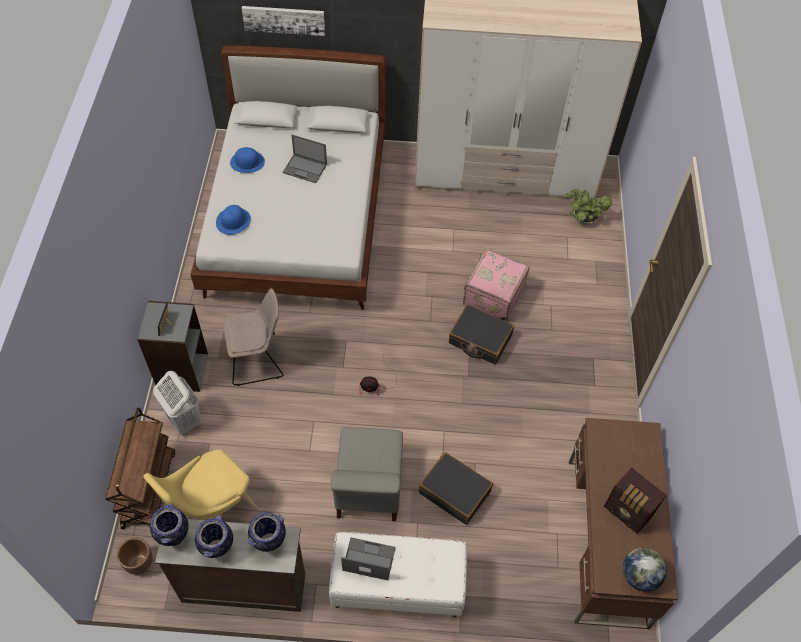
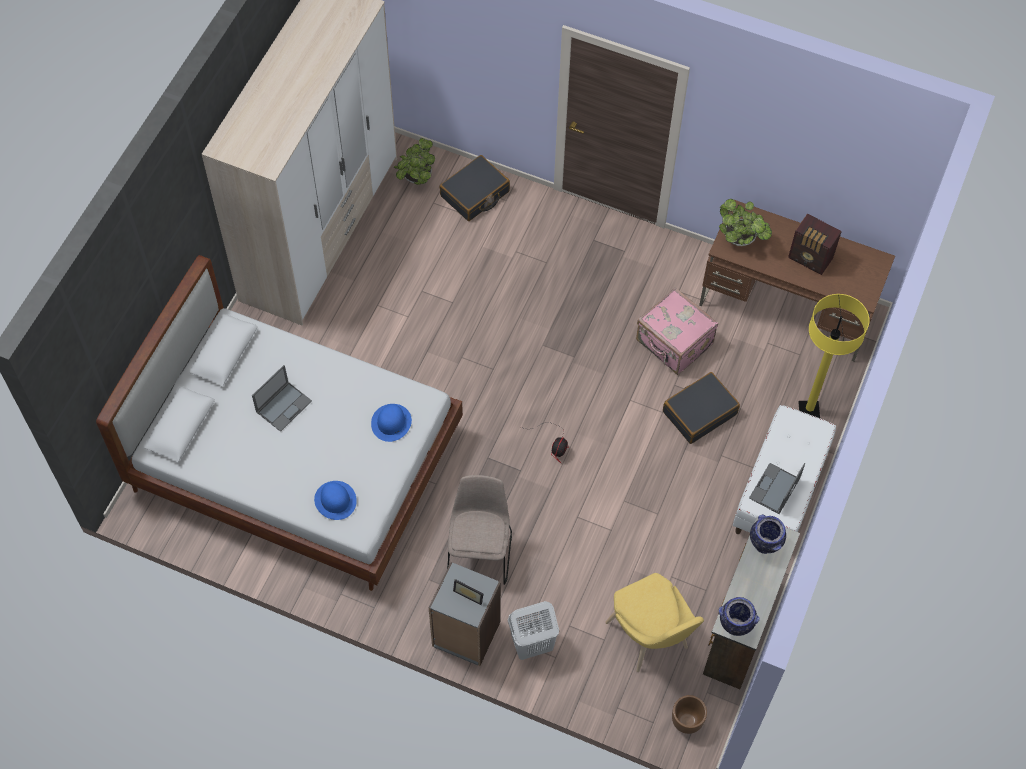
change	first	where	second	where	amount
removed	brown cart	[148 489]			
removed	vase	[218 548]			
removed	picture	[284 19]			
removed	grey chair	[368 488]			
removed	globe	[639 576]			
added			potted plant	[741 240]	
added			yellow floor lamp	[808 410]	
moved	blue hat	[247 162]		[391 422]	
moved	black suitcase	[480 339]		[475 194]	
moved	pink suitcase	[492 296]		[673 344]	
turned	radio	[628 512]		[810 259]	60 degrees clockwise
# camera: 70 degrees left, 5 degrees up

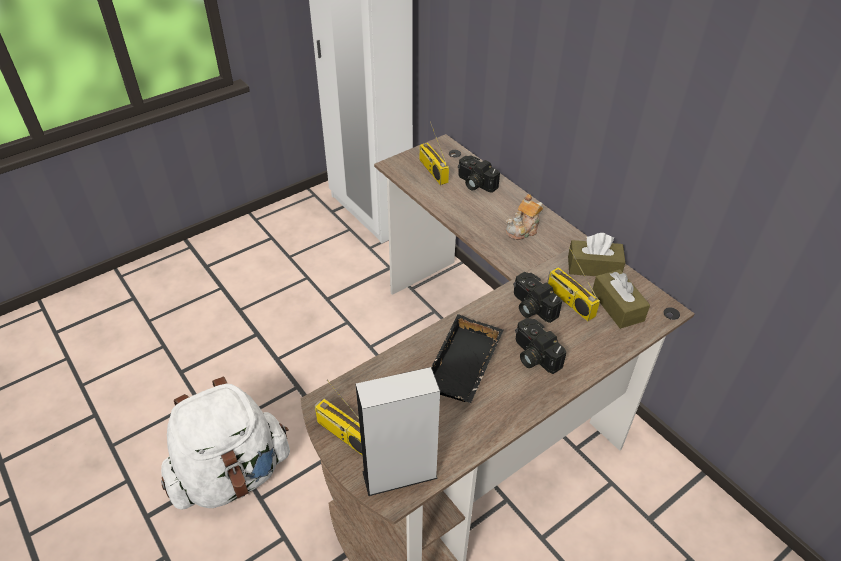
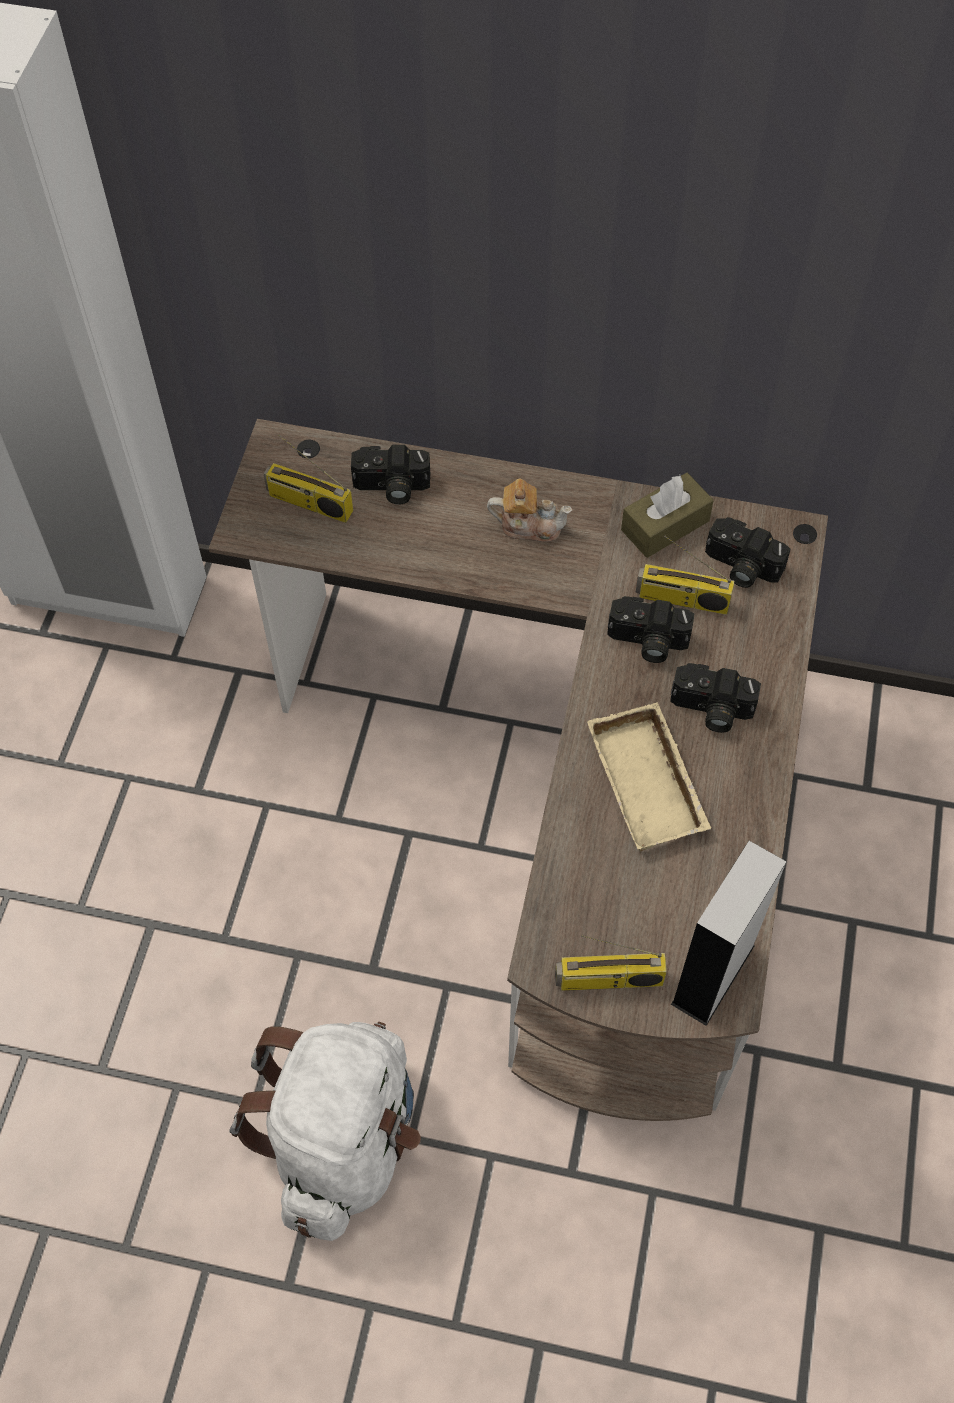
change	first	where	second	where	amount
replaced	brown tissue box	[617 306]	photo camera	[740 567]	
recoloured	black tray	[465 366]	beige tray	[651 784]	
turned	teapot	[523 230]		[529 525]	90 degrees counterclockwise
# camera: 40 degrees left, 15 degrees up

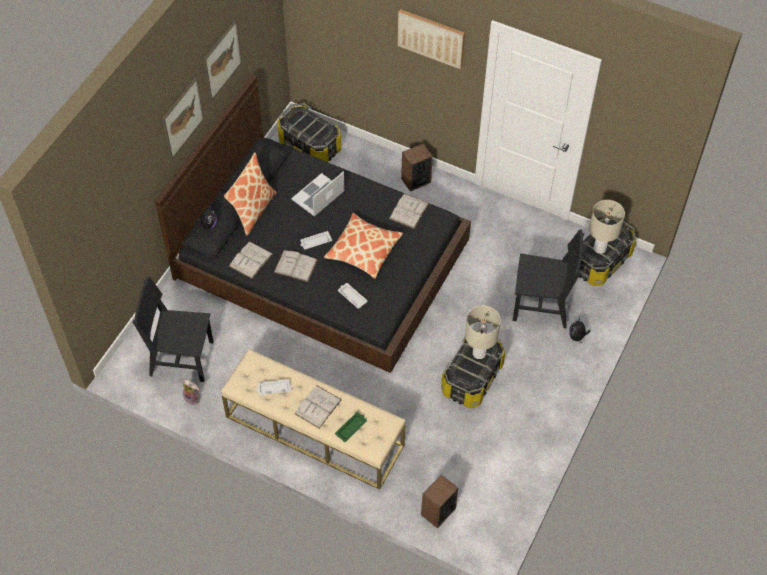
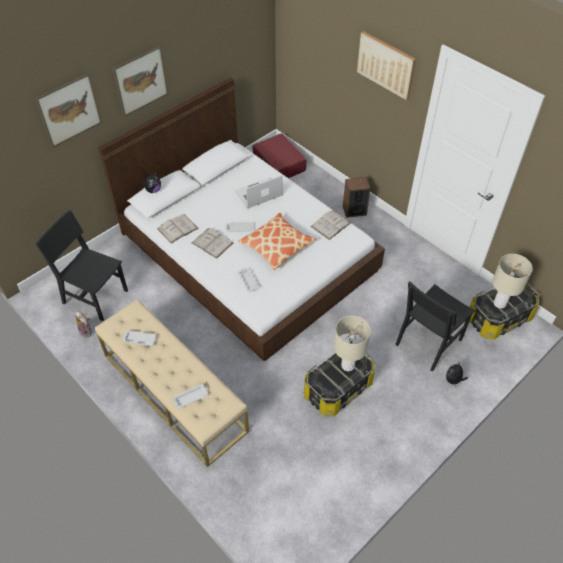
change	first	where	second	where	amount
removed	pillow	[253 210]			
removed	white book	[318 406]			
removed	speaker	[438 511]			
moved	picture	[222 60]		[69 110]	
replaced	storage box	[310 145]	red suitcase	[279 164]	
recoloured	black bed	[321 260]	white bed	[248 251]	
recoloured	green tray	[351 427]	white tray	[191 397]	
turned	black chair	[541 305]		[428 342]	105 degrees clockwise
# camera: 20 degrees right, 5 degrees down

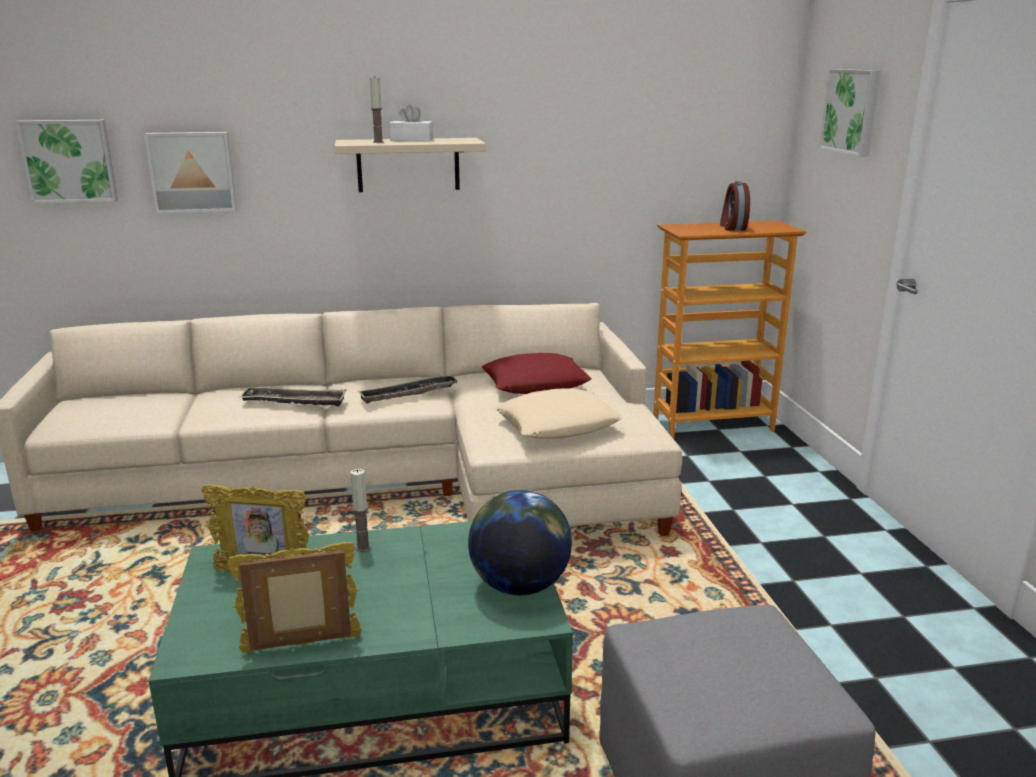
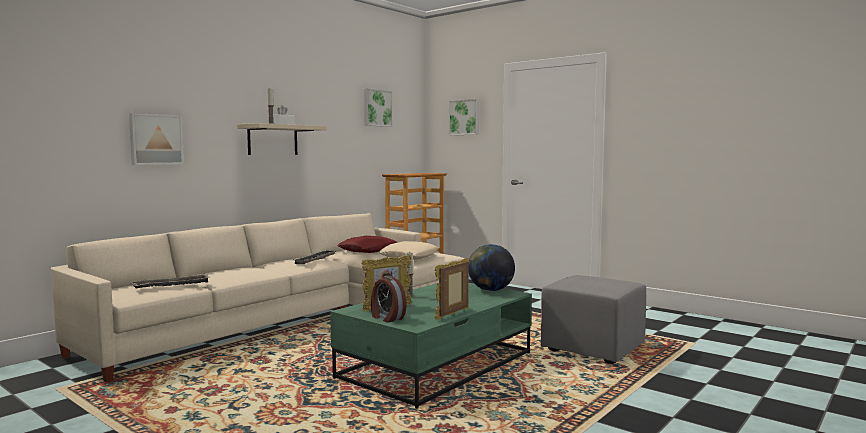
change	first	where	second	where	amount
moved	picture	[69 161]		[377 108]	
moved	tray	[294 401]		[171 285]	
moved	alarm clock	[732 227]		[387 318]	
# camera: 40 degrees left, 15 degrees down

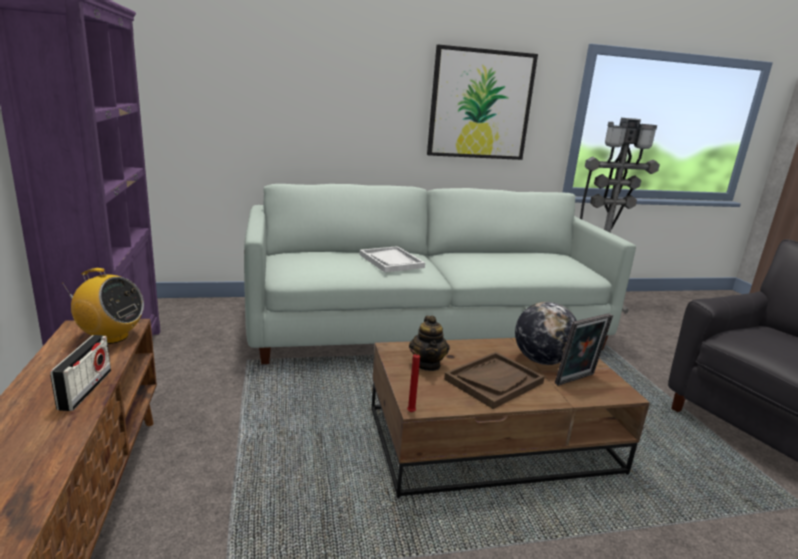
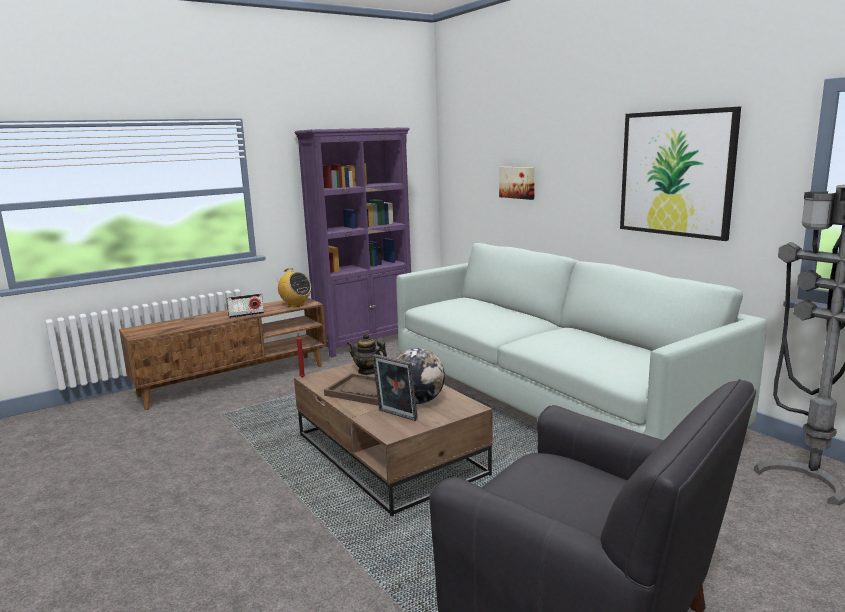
change	first	where	second	where	amount
removed	white tray	[391 261]			
added			picture	[518 182]	
turned	radio	[111 337]		[295 305]	45 degrees counterclockwise
turned	teapot	[427 364]		[368 371]	45 degrees clockwise
# camera: 70 degrees right, 5 degrees down

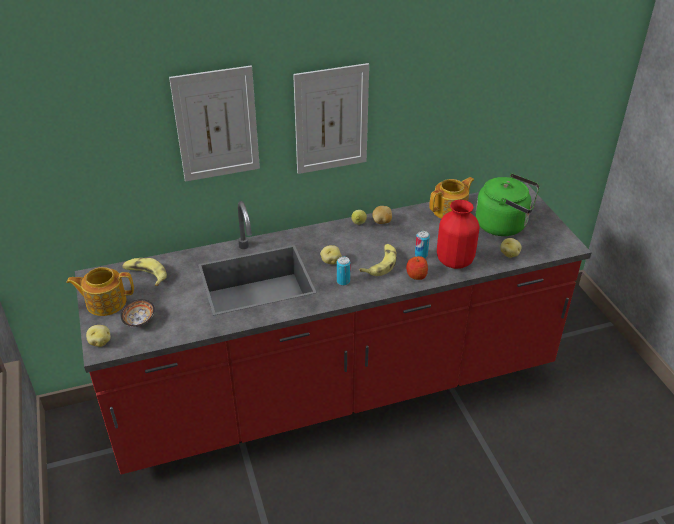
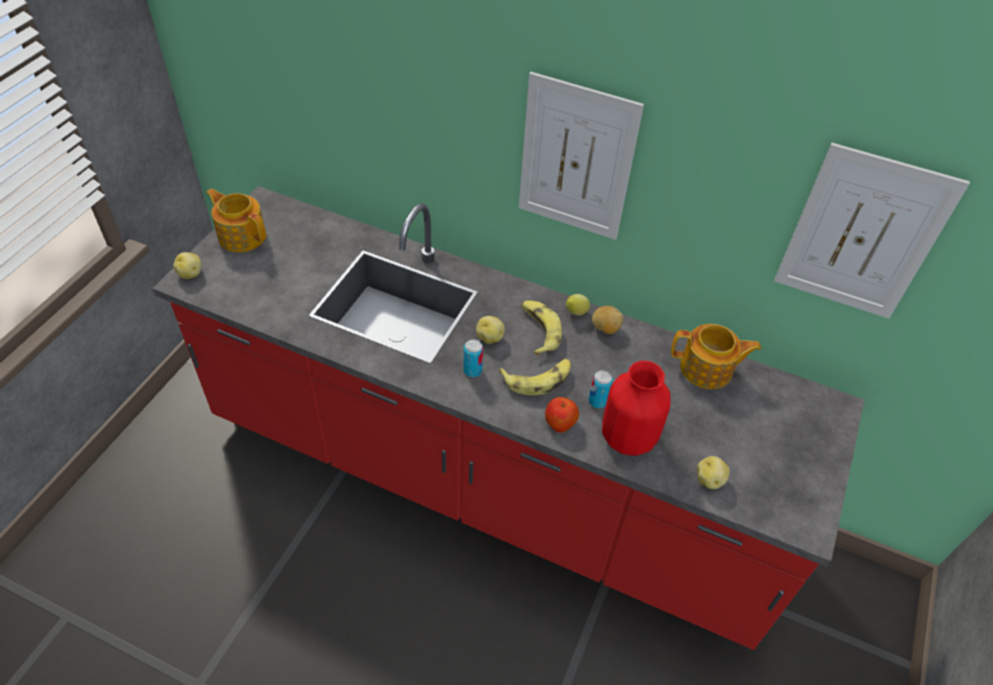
change	first	where	second	where	amount
removed	bowl	[139 320]			
removed	green kettle	[504 225]			
moved	banana	[145 275]		[539 330]	
moved	picture	[216 124]		[862 234]	
# camera: 40 degrees right, 10 degrees up

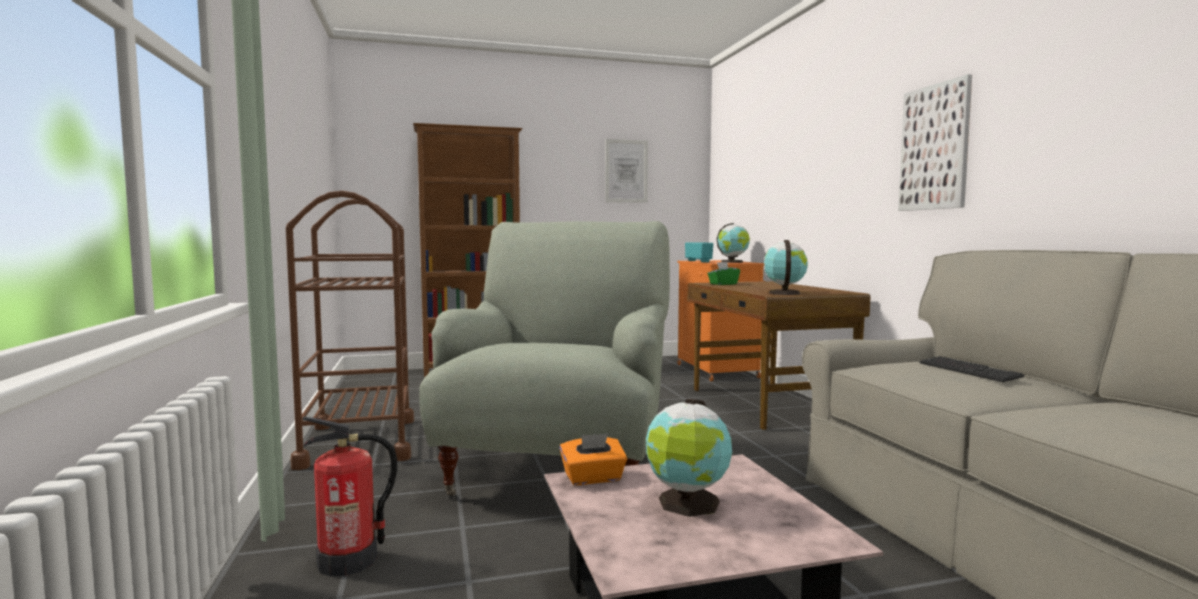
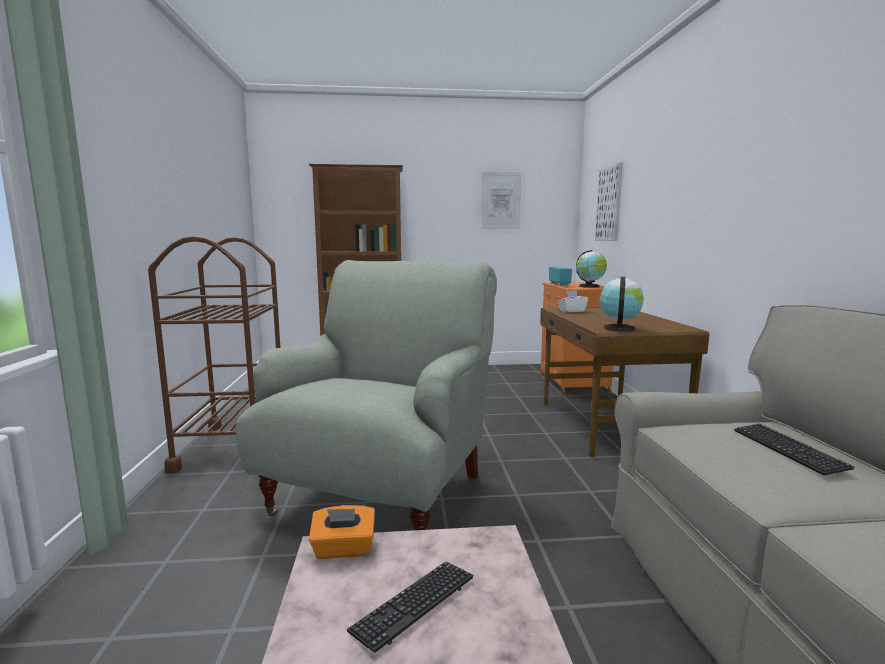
change	first	where	second	where	amount
removed	fire extinguisher	[349 561]			
moved	picture	[934 147]		[609 204]	
replaced	globe	[687 504]	keyboard	[414 605]	
recoloured	green tissue box	[723 284]	white tissue box	[571 311]	
# camera: 10 degrees right, 5 degrees up

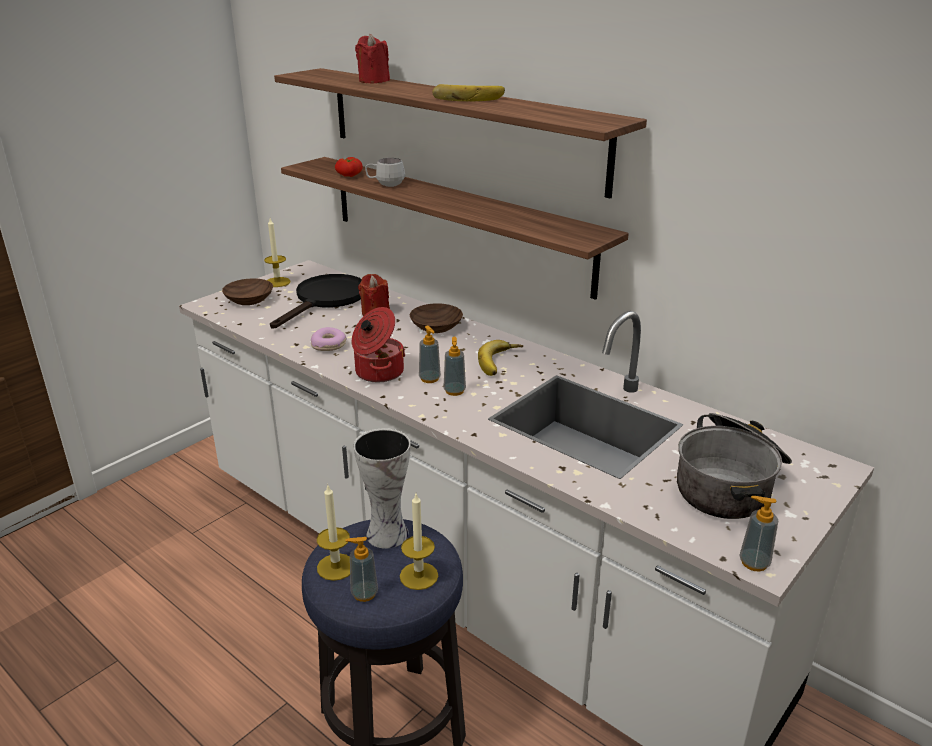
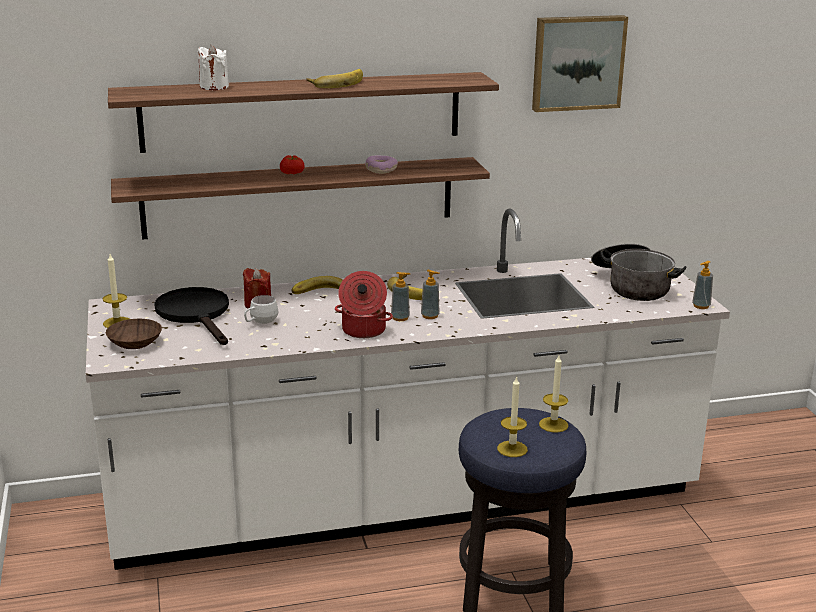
change	first	where	second	where	amount
removed	soap dispenser	[364 593]			
removed	vase	[386 533]			
added			picture	[577 62]	
moved	donut	[329 345]		[381 170]	
moved	tomato	[349 176]		[292 173]	
moved	white mug	[385 184]		[260 323]	
replaced	brown bowl	[435 327]	banana	[321 293]	
recoloured	red candle	[373 81]	white candle	[214 87]	
# camera: 55 degrees left, 5 degrees down

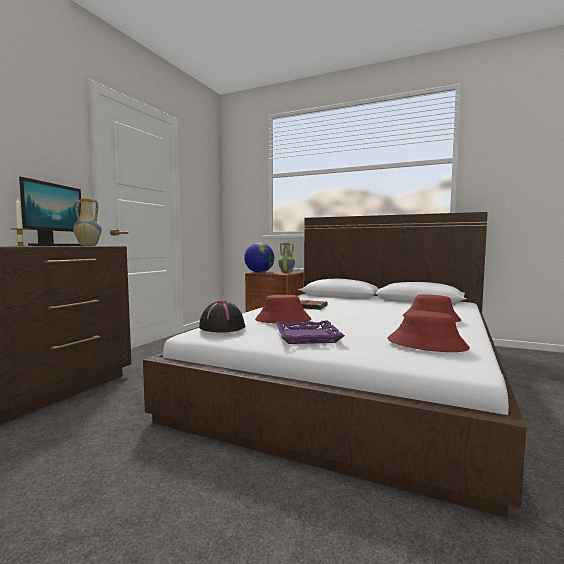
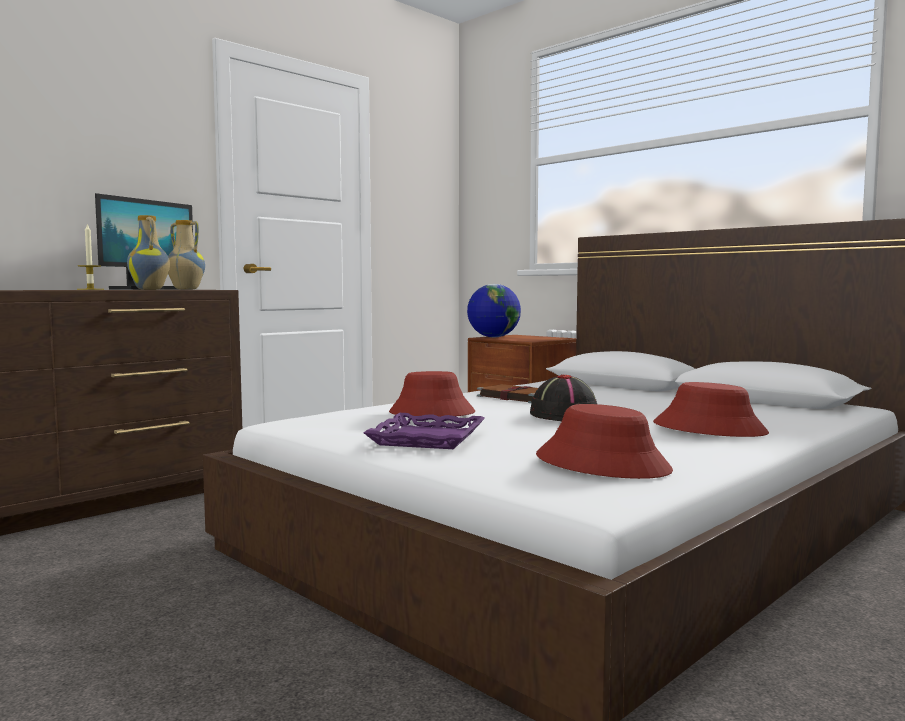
change	first	where	second	where	amount
moved	black hat	[222 327]		[563 415]	
moved	vase	[287 273]		[151 289]	
# camera: 20 degrees right, 0 degrees up

